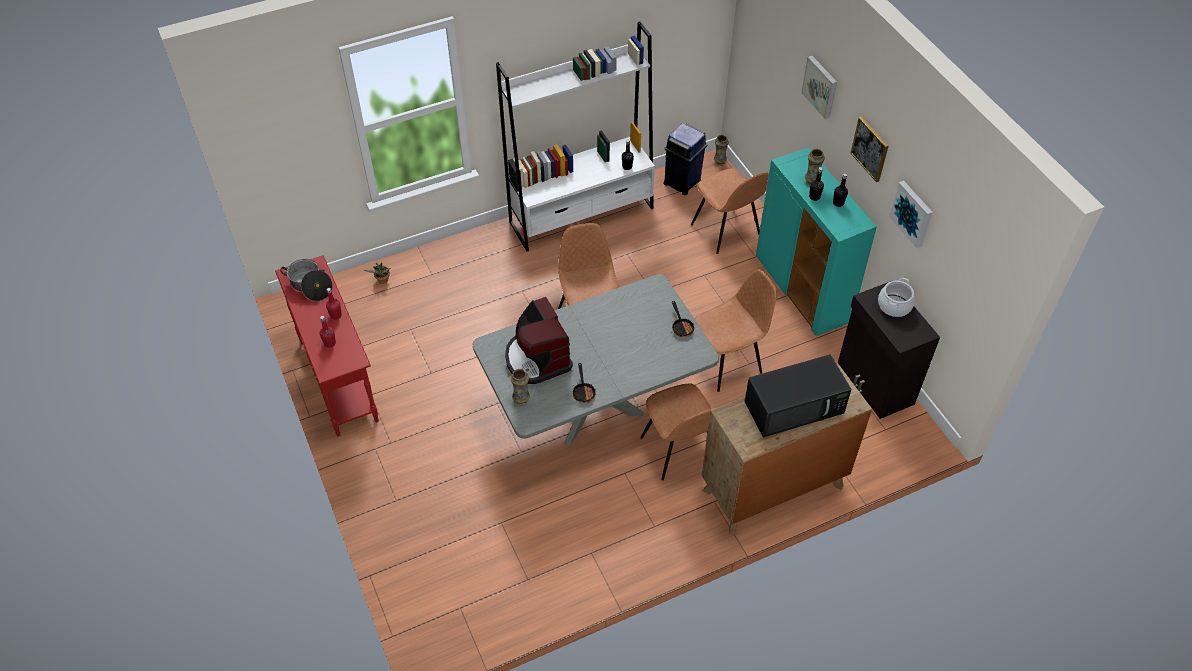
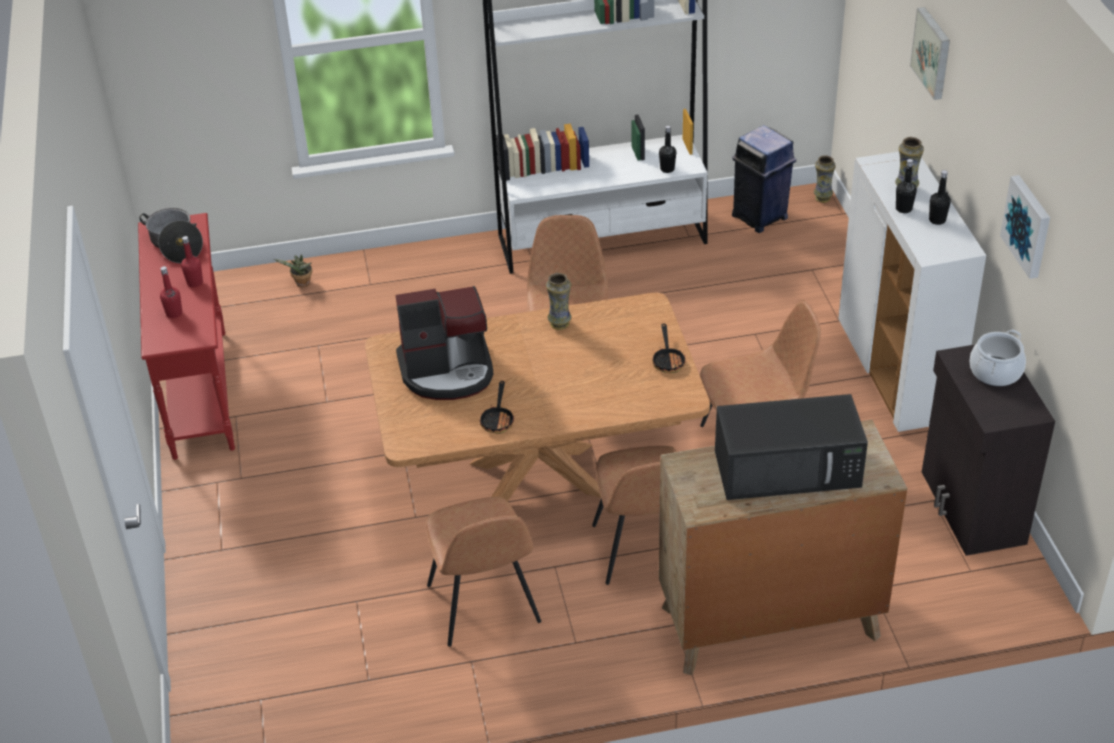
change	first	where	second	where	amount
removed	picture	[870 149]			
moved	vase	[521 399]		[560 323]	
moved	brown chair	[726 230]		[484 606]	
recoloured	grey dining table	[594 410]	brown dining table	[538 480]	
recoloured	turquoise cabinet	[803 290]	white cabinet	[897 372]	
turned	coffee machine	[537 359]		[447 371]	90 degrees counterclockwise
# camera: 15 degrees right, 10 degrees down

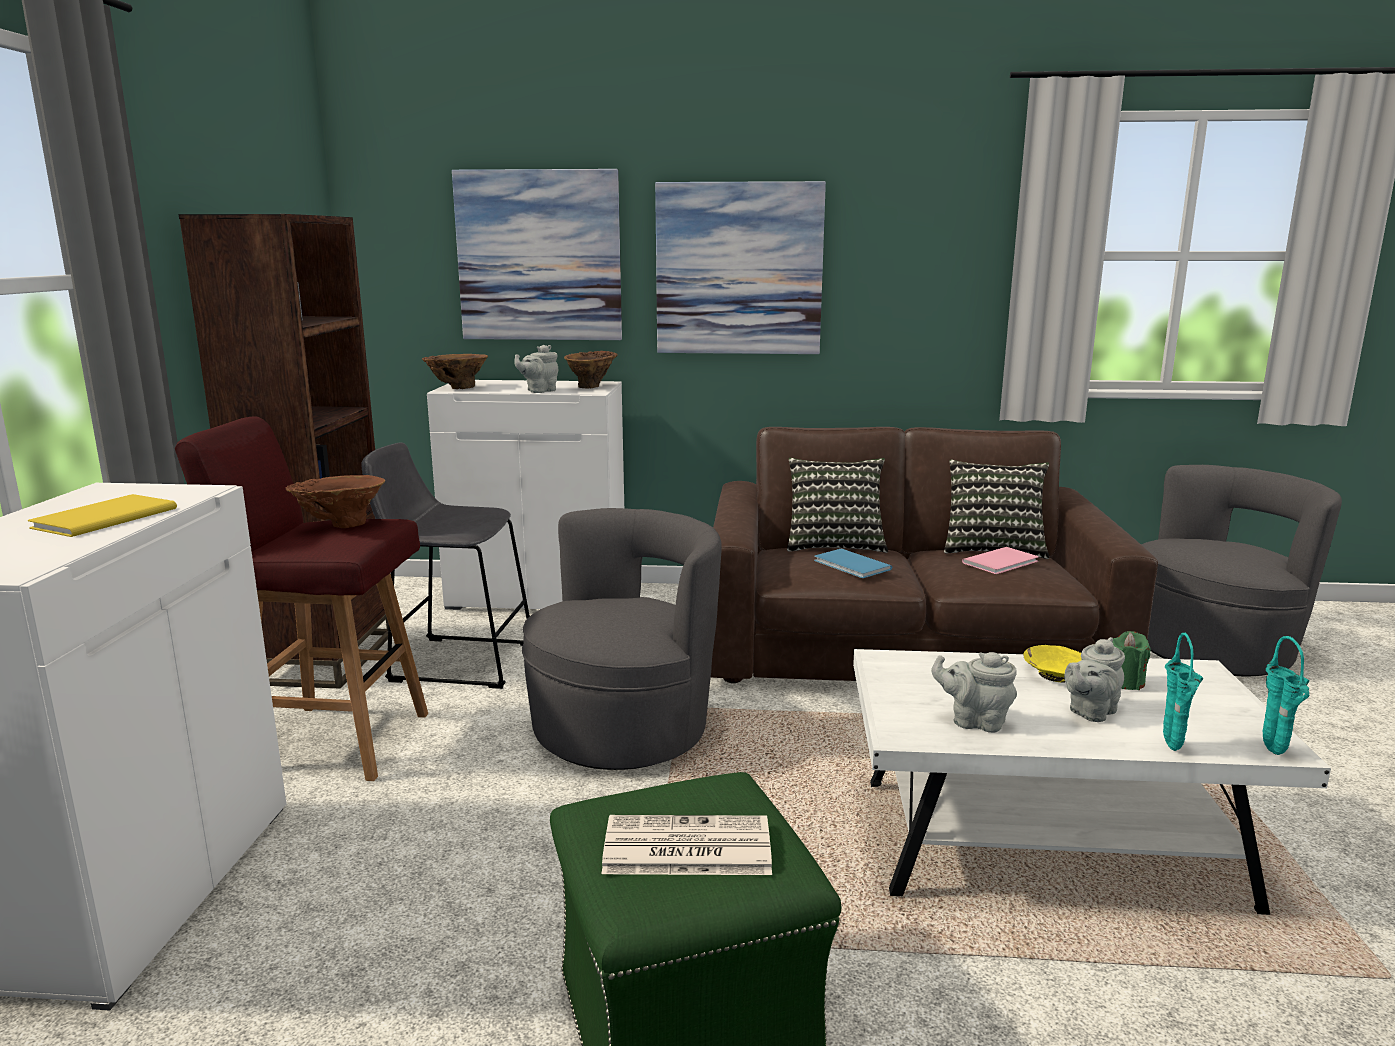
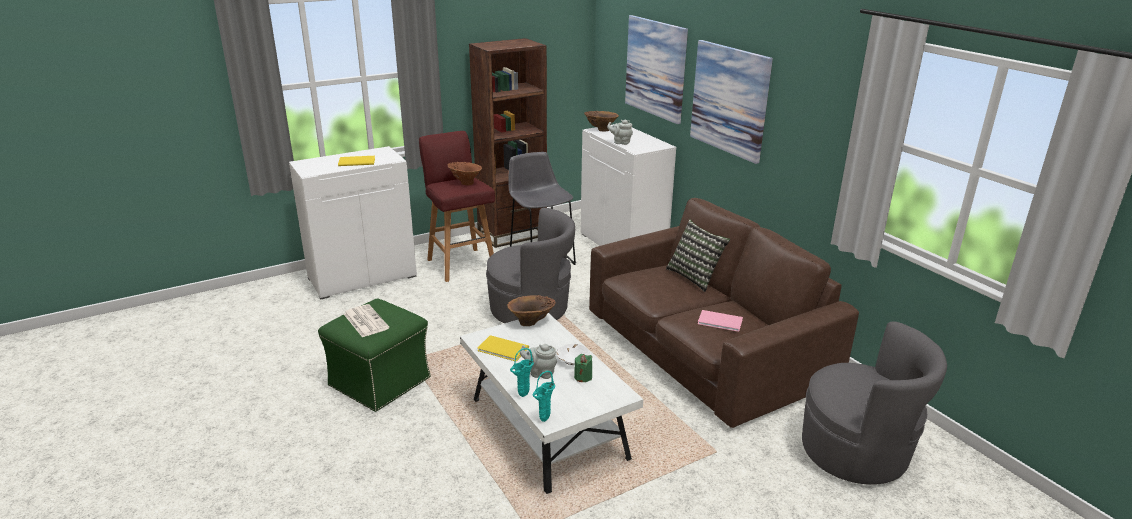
change	first	where	second	where	amount
removed	blue book	[852 566]			
removed	pillow	[992 549]			
moved	brown vase	[593 386]		[532 323]	
replaced	grey teapot	[974 721]	yellow book	[503 350]	
recoloured	yellow bowl	[1056 674]	white bowl	[572 360]	
# camera: 55 degrees right, 10 degrees up

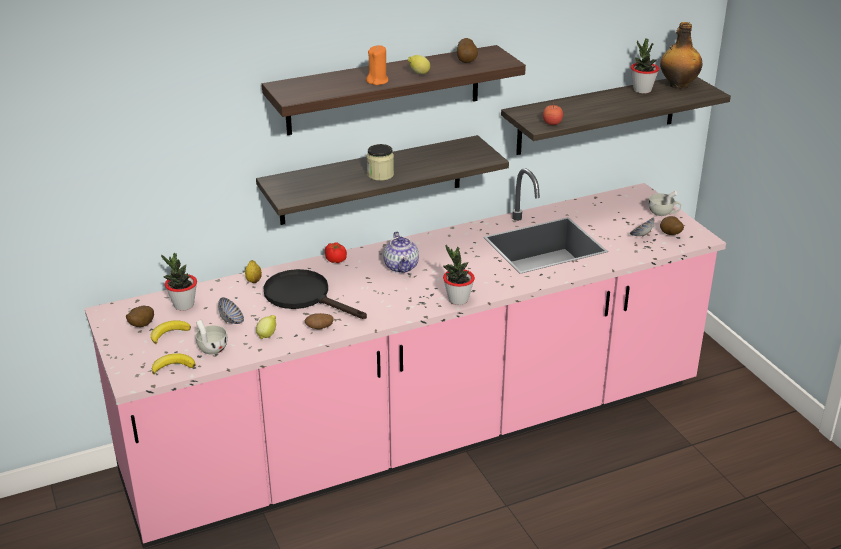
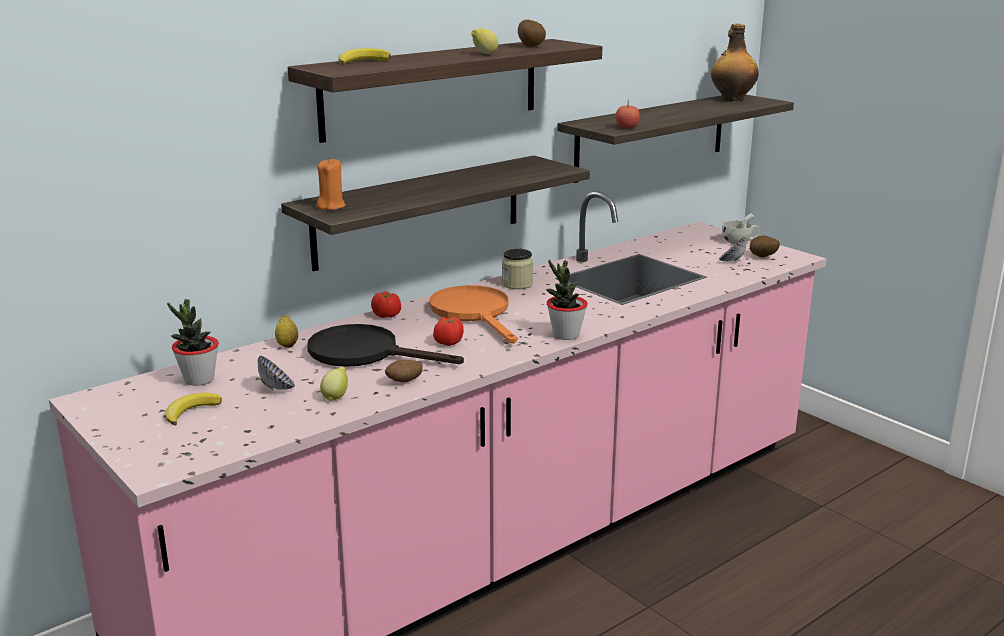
change	first	where	second	where	amount
removed	potato	[140 326]			
removed	white cup	[210 348]			
removed	potted plant	[642 90]			
added			tomato	[448 343]	
moved	banana	[173 366]		[362 61]	
moved	orange candle	[377 81]		[331 206]	
moved	jar	[380 175]		[517 284]	
replaced	teapot	[401 267]	orange frying pan	[474 313]	
# camera: 15 degrees left, 10 degrees down

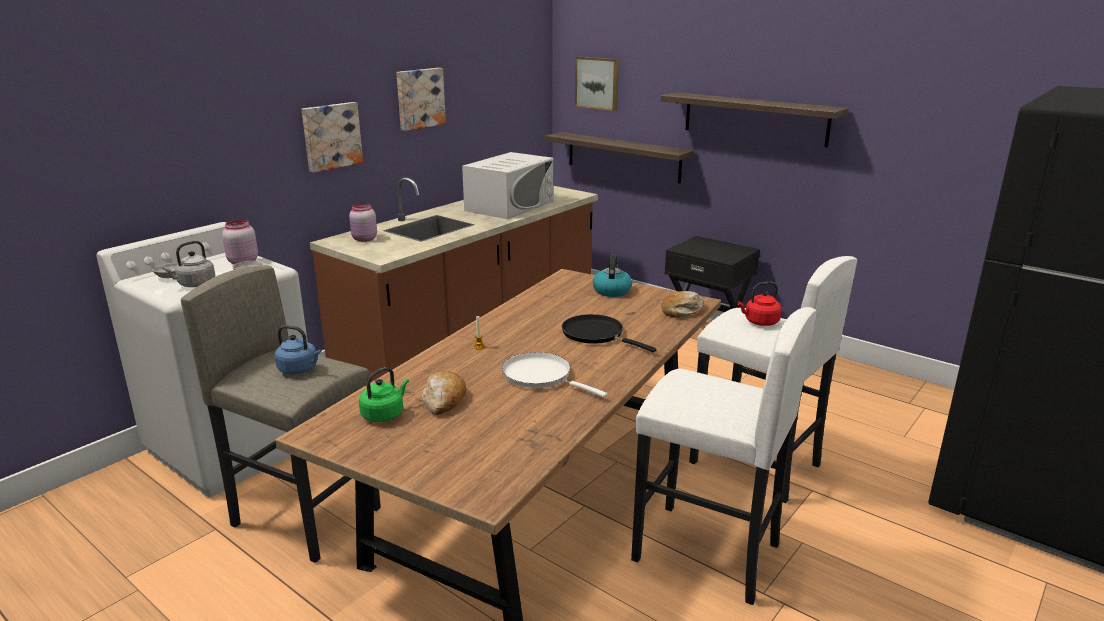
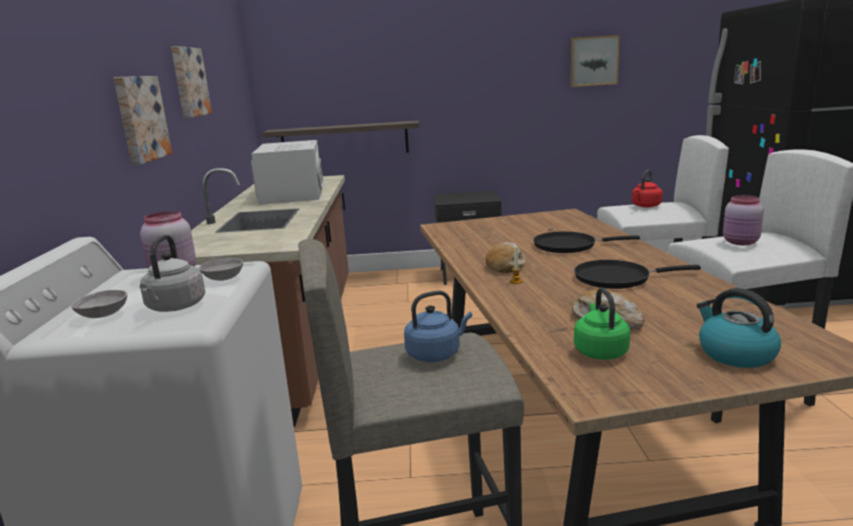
change	first	where	second	where	amount
removed	shelf	[754 119]			
moved	pink jar	[364 239]		[741 242]	
moved	picture	[598 83]		[593 61]	
moved	kettle	[611 291]		[735 354]	
moved	bread	[682 311]		[505 265]	
recoloured	white frying pan	[541 376]	black frying pan	[617 278]	
# camera: 40 degrees left, 5 degrees down

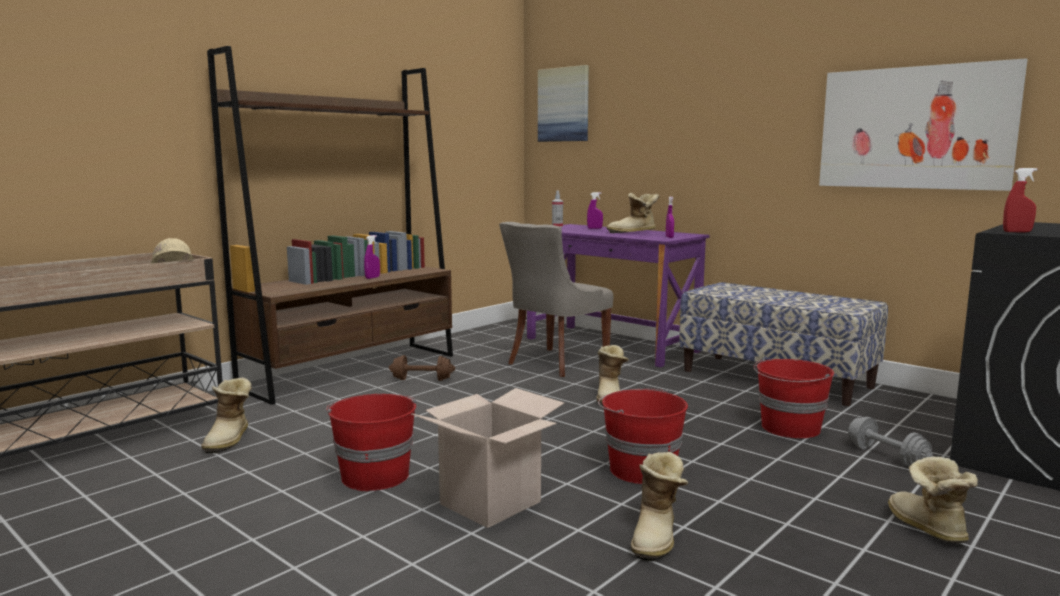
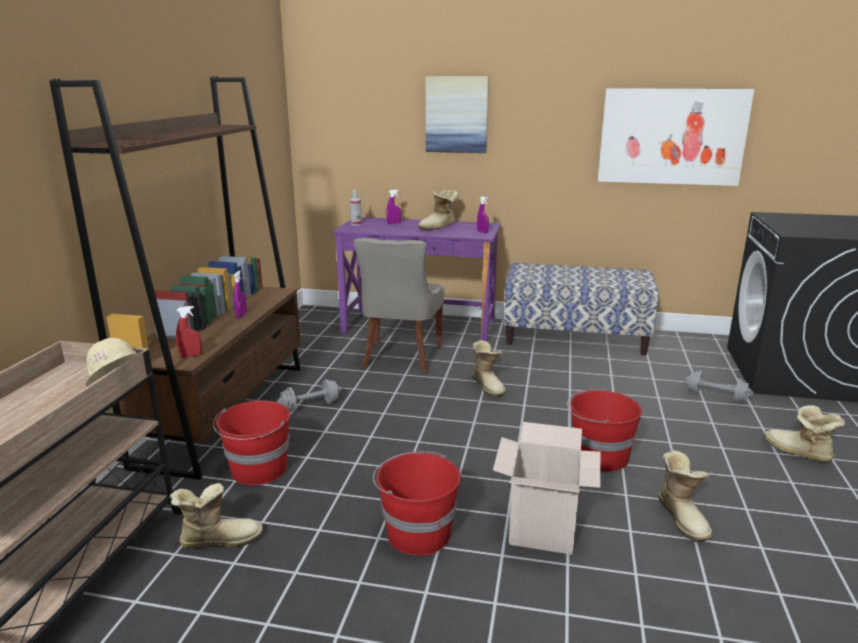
change	first	where	second	where	amount
moved	picture	[563 104]		[456 114]	
moved	red bucket	[790 428]		[258 470]	
moved	red spray bottle	[1017 232]		[191 356]	
recoloured	brown dumbbell	[422 379]	grey dumbbell	[310 406]	
turned	boot	[230 439]		[219 539]	75 degrees counterclockwise
# camera: 30 degrees left, 10 degrees up

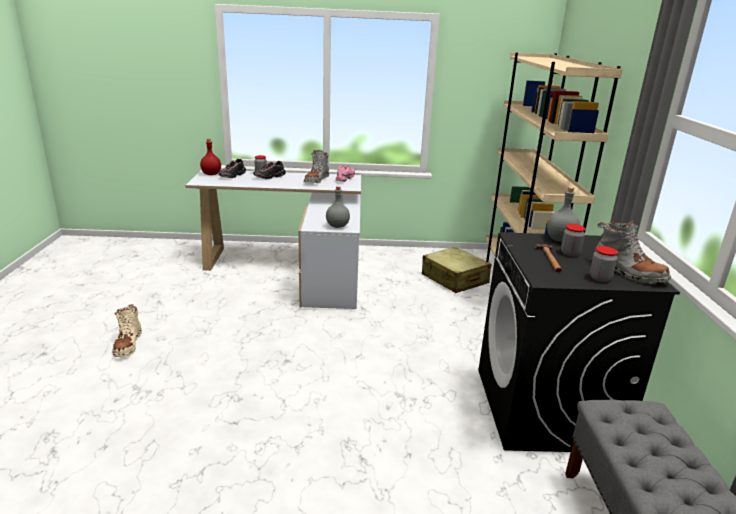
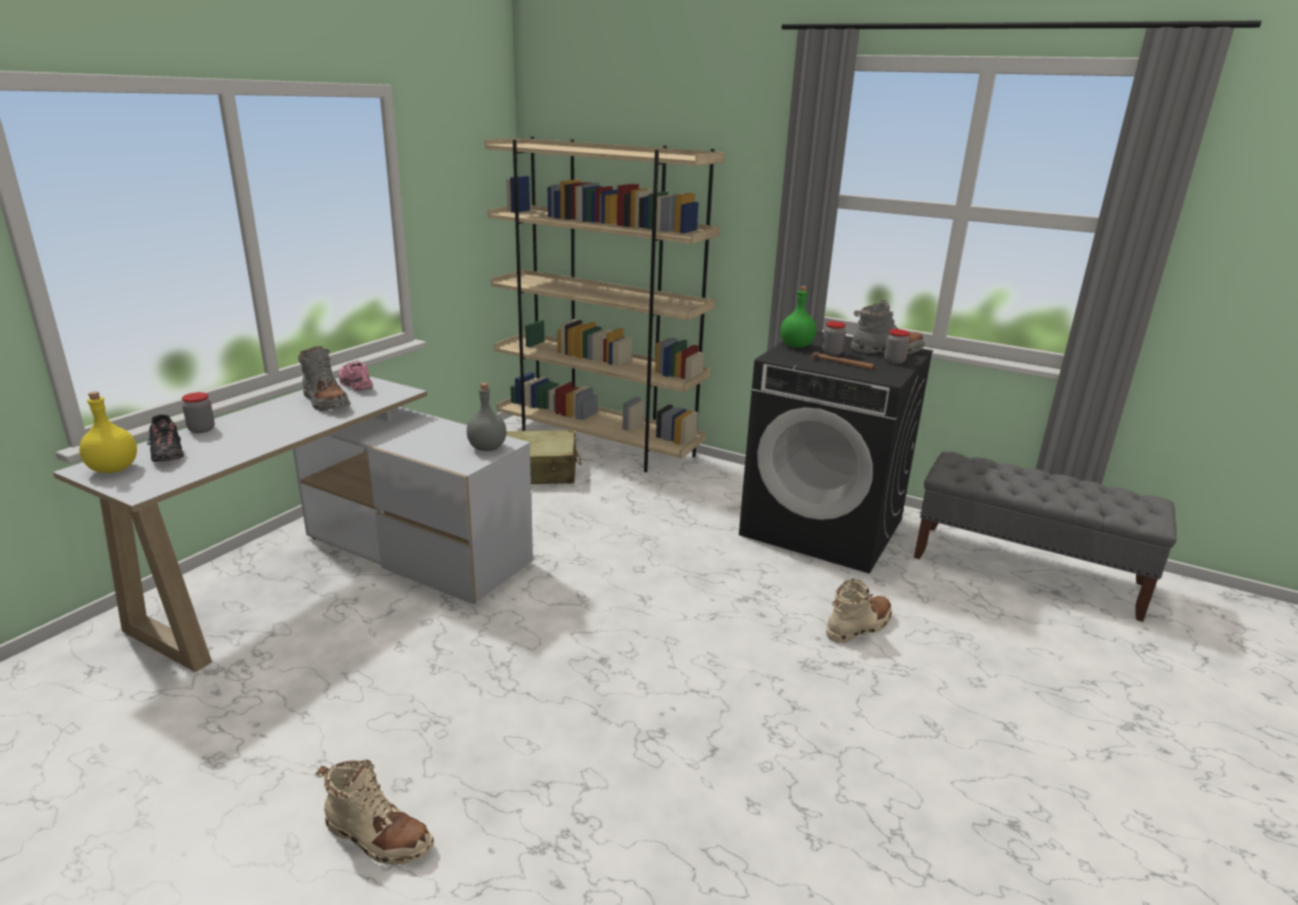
change	first	where	second	where	amount
removed	black shoe	[270 177]			
added			beige boot	[859 626]	
recoloured	red bottle	[211 174]	yellow bottle	[113 469]	
recoloured	grey bottle	[561 240]	green bottle	[797 346]	
# camera: 60 degrees left, 0 degrees up

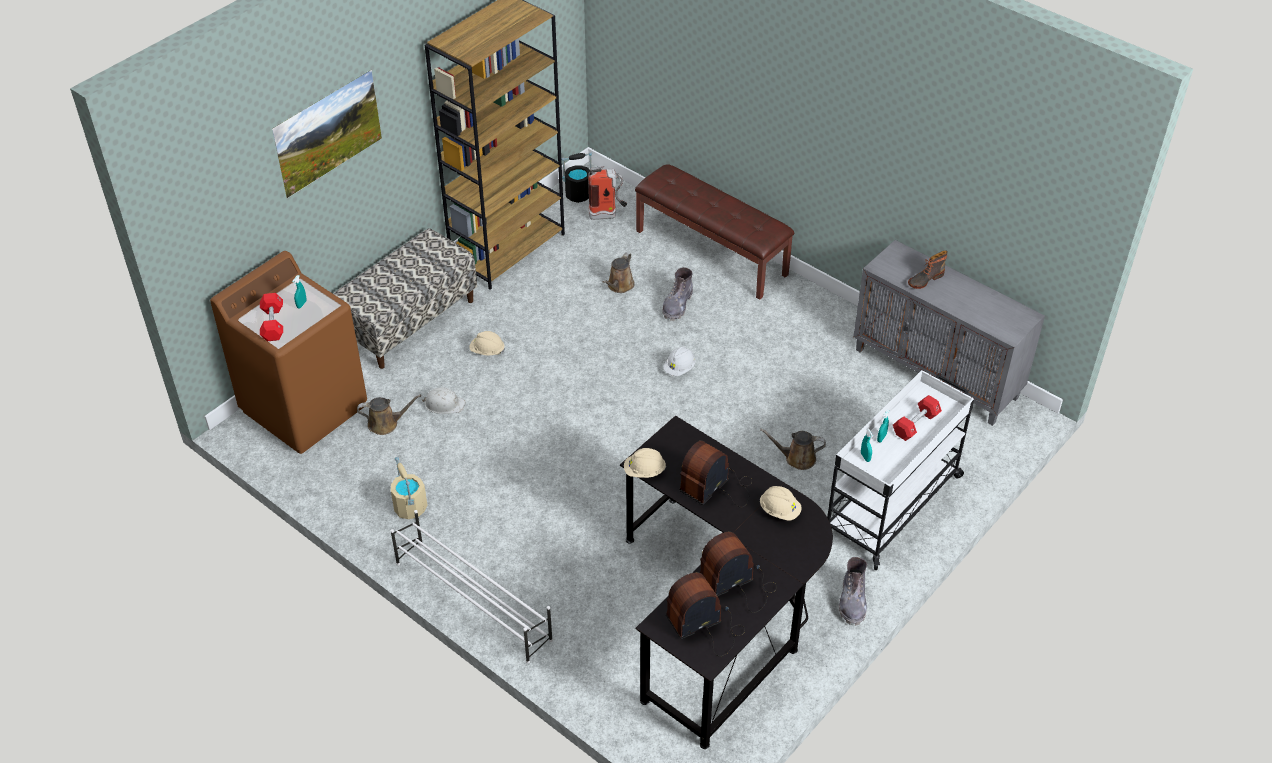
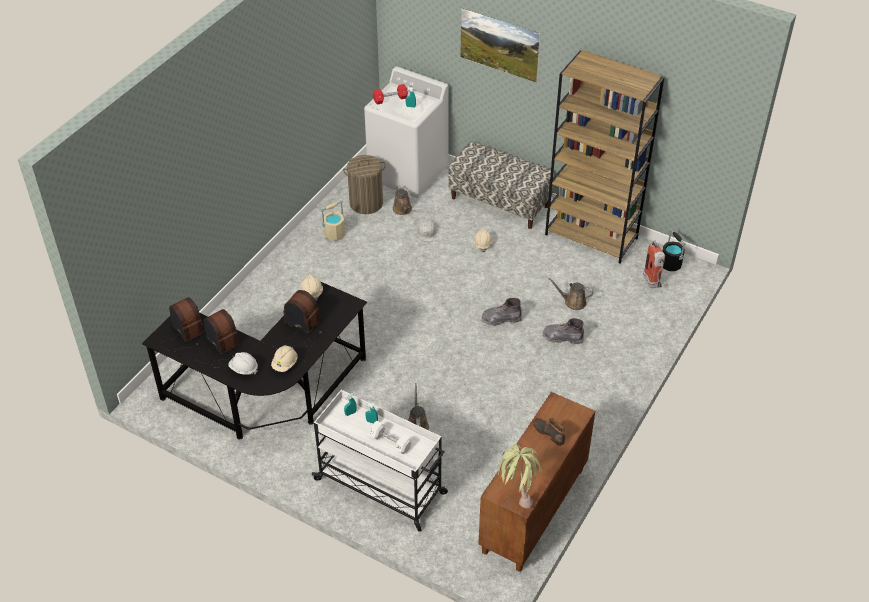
change	first	where	second	where	amount
removed	white shoe rack	[472 600]			
removed	brown bench	[712 252]			
added			laundry basket	[366 203]	
added			potted plant	[517 494]	
moved	white hard hat	[679 368]		[244 369]	
moved	grey boot	[852 601]		[501 319]	
recoloured	brown washing machine	[305 407]	white washing machine	[408 173]	
recoloured	grey cabinet	[937 373]	brown cabinet	[534 511]	
recoloured	red dumbbell	[915 424]	white dumbbell	[390 442]	
# camera: 80 degrees right, 0 degrees up

